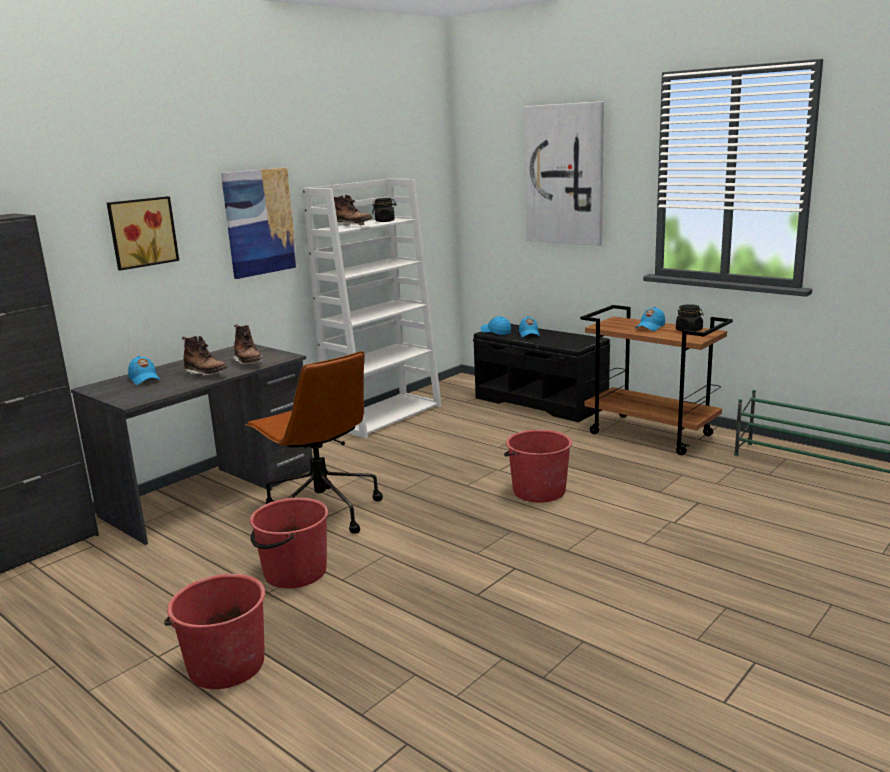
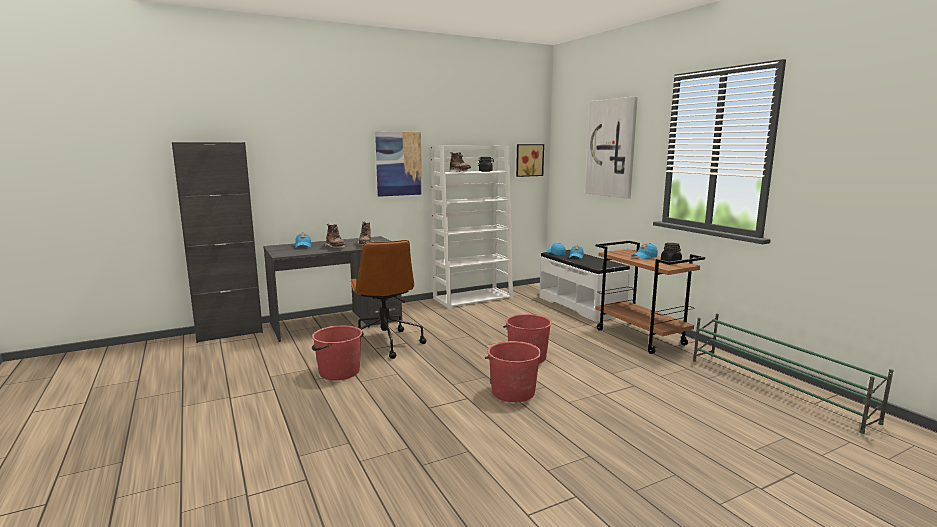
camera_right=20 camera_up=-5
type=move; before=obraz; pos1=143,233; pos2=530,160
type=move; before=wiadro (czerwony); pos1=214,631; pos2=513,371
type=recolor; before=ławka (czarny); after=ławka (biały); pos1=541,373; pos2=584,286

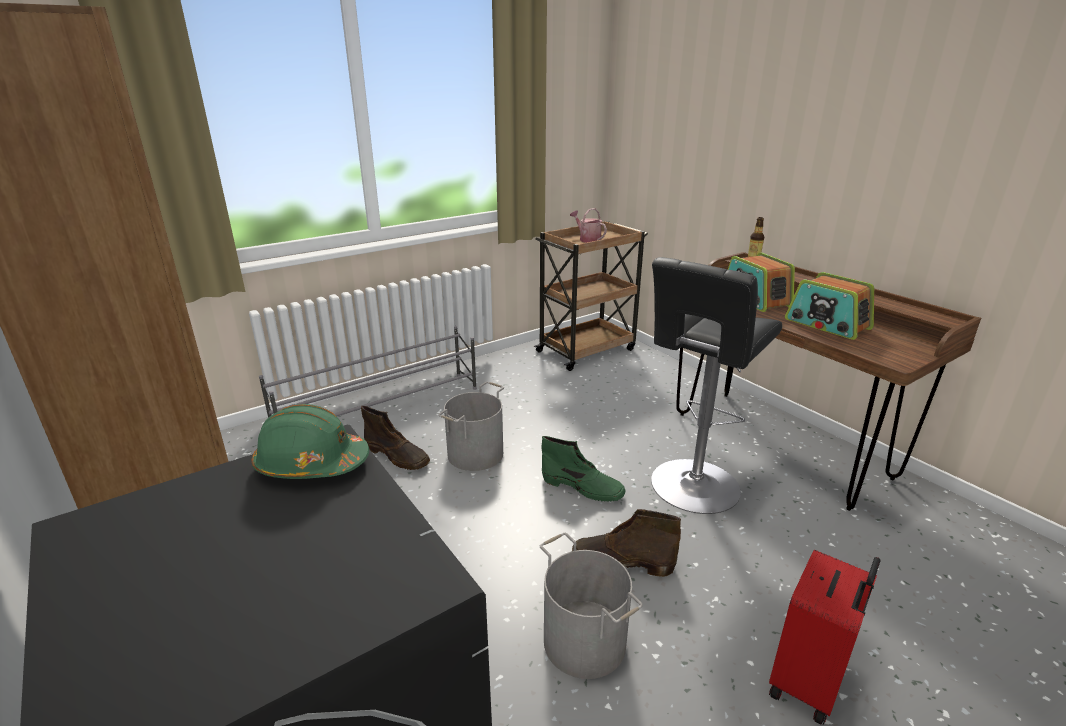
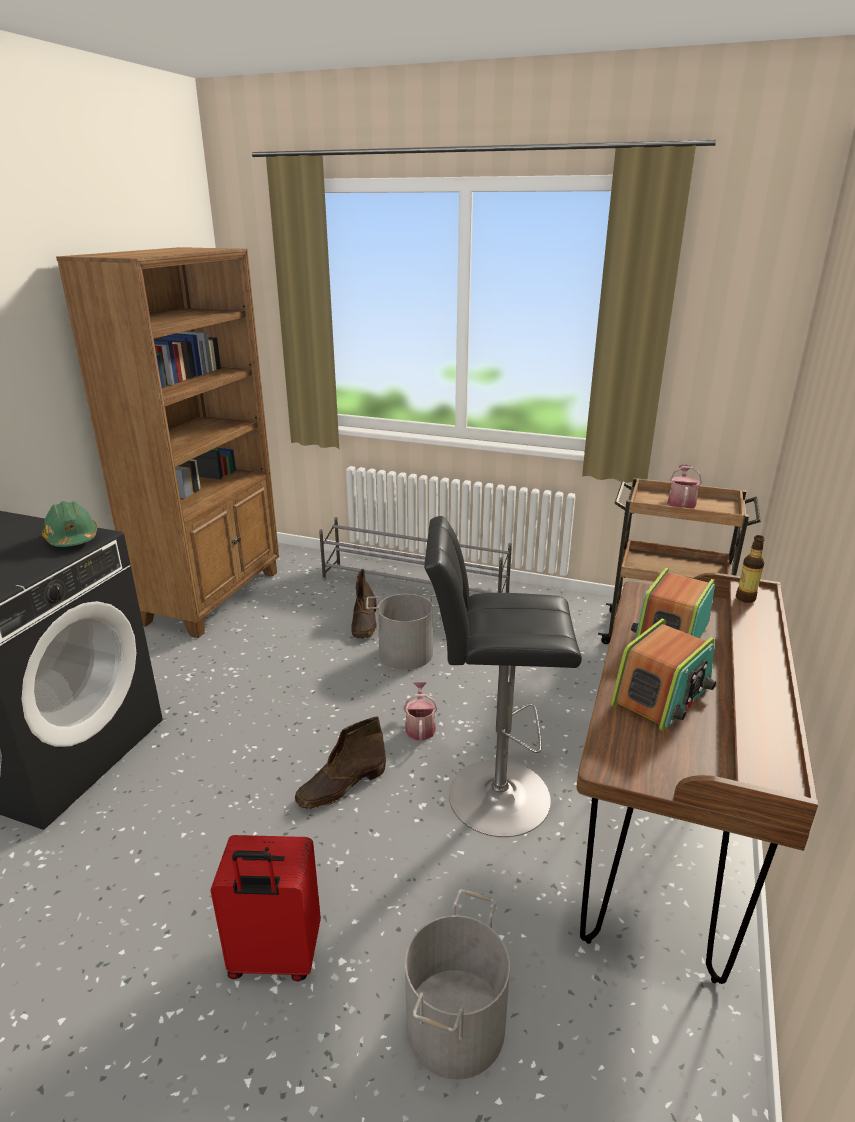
camera_right=55 camera_up=0
type=move; before=wiadro (szary); pos1=591,606; pos2=457,984
type=replace; before=but z cholewką (zielony); after=konewka; pos1=583,469; pos2=420,711
type=rotate; before=but z cholewką (brązowy); pos1=626,543; pos2=340,762; turn=-105
type=rotate; before=radio; pos1=829,306; pos2=663,675; turn=-150

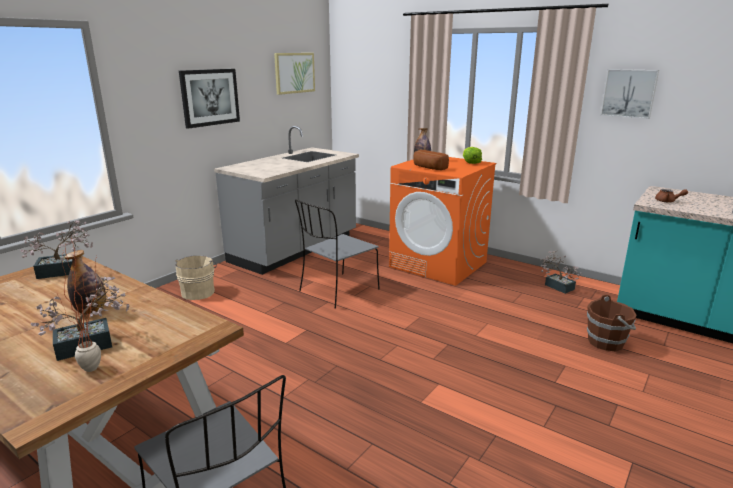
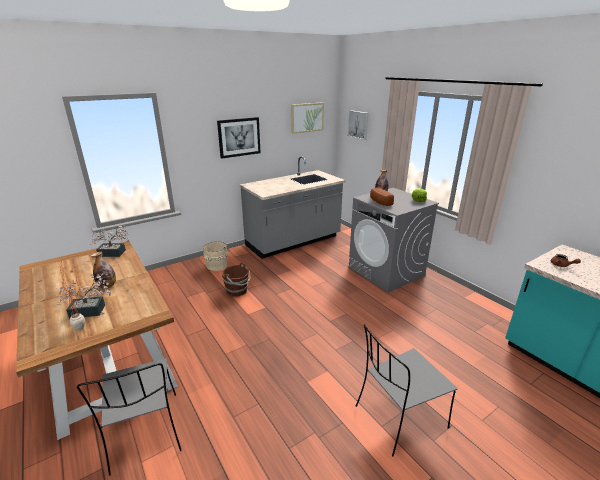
camera_right=20 camera_up=5
type=move; before=krzesło (szary); pos1=337,254; pos2=407,390
type=recolor; before=pralka (pomarańczowy); after=pralka (szary); pos1=442,221; pos2=394,240
type=delete; before=roślina doniczkowa; pos1=561,272
type=move; before=wiadro (brązowy); pos1=612,322; pos2=236,280
type=move; before=obraz; pos1=629,94; pos2=358,125

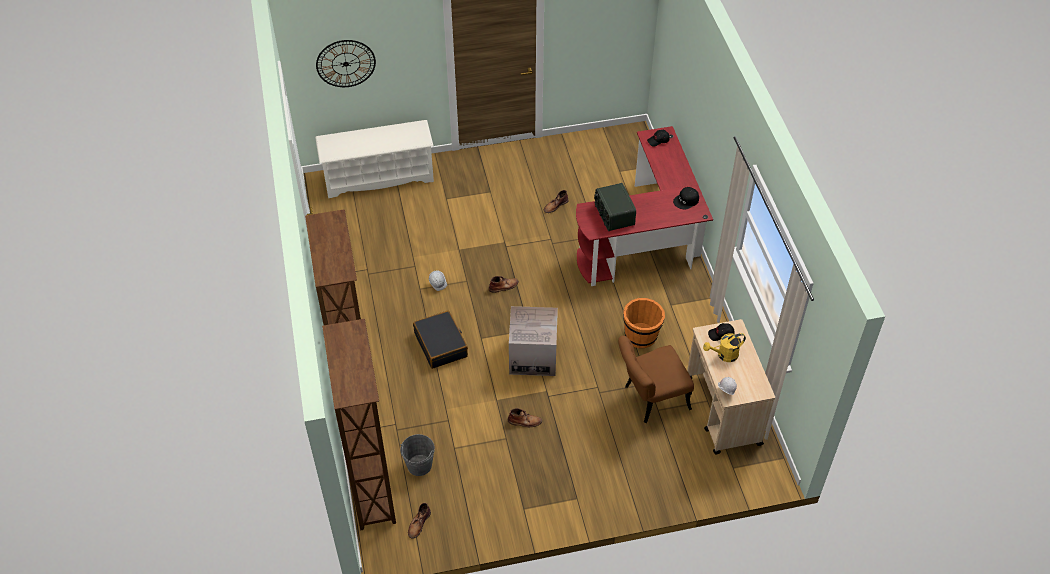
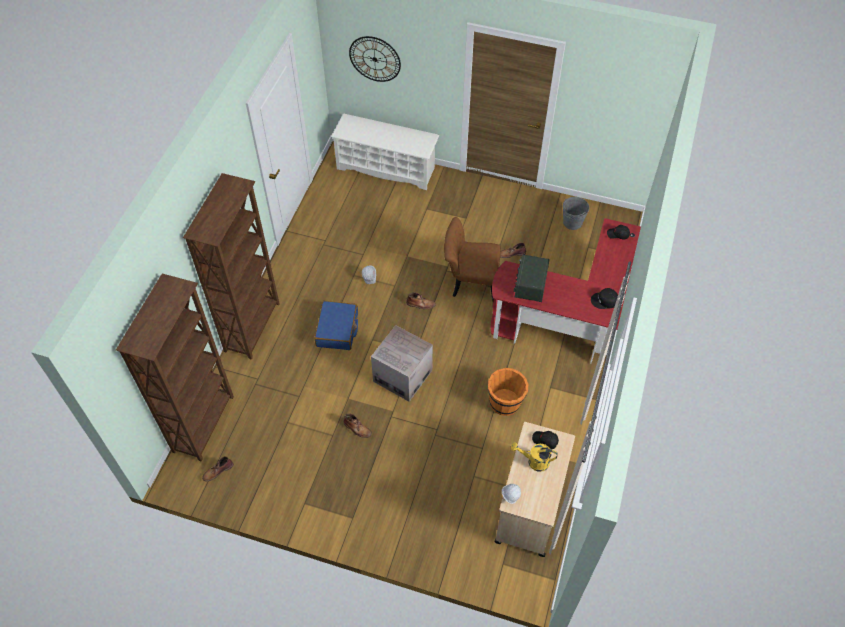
camera_right=30 camera_up=5
type=move; before=wiadro (szary); pos1=417,455; pos2=576,213
type=recolor; before=walizka (czarny); after=walizka (niebieski); pos1=440,340; pos2=336,325
type=move; before=krzesło (brązowy); pos1=656,379; pos2=472,259

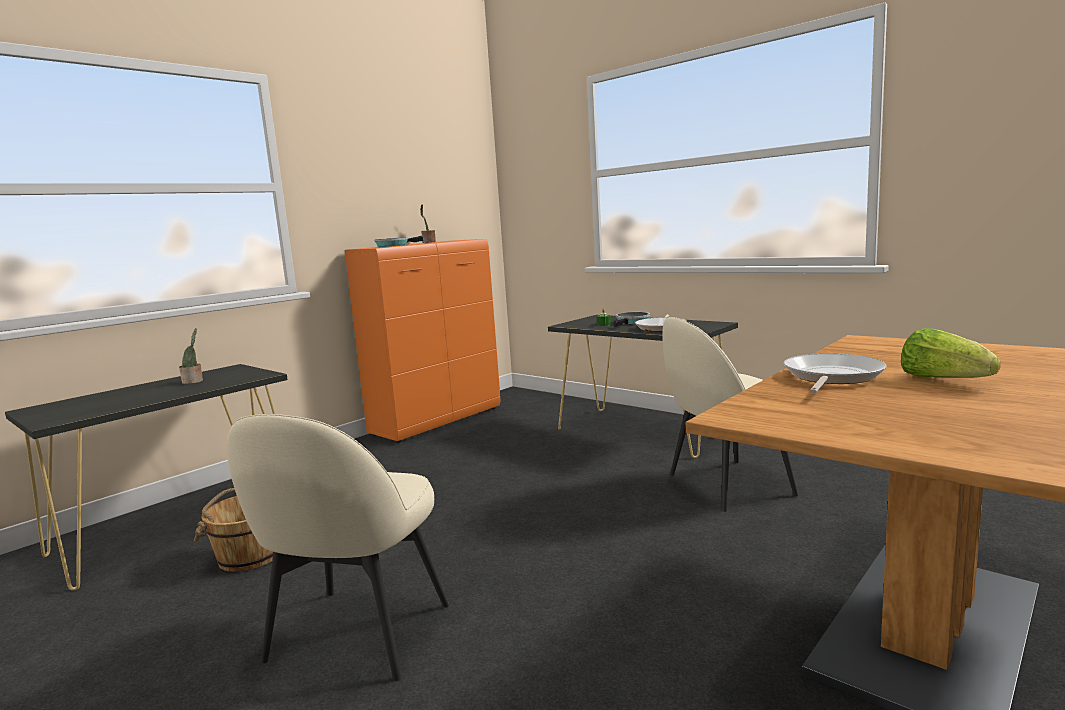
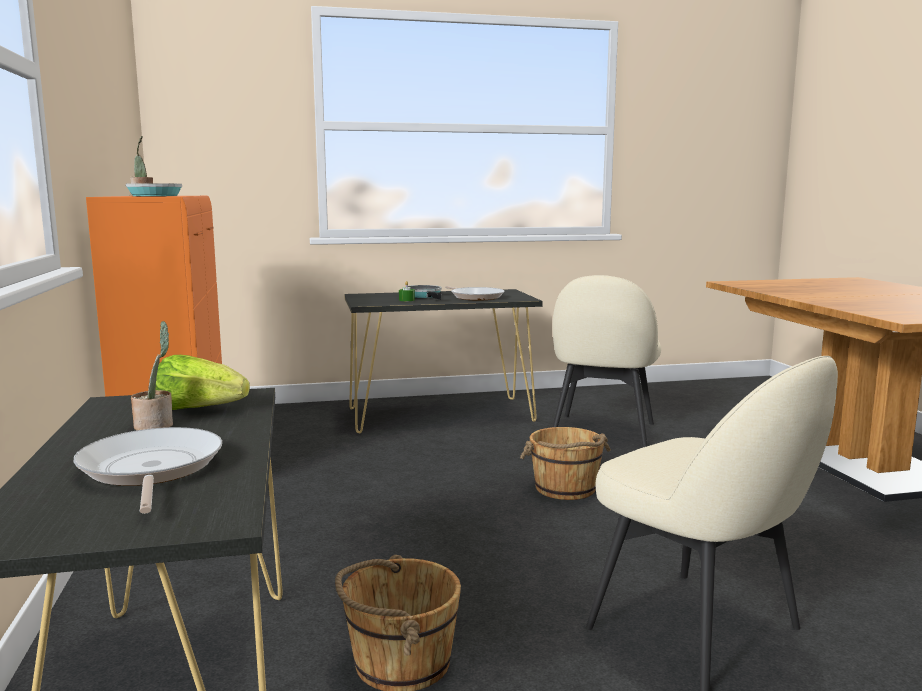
camera_right=-55 camera_up=0
type=move; before=patelnia; pos1=835,373; pos2=148,470
type=move; before=sałata; pos1=951,353; pos2=203,382
type=insert; after=wiadro (brązowy); pos2=565,463

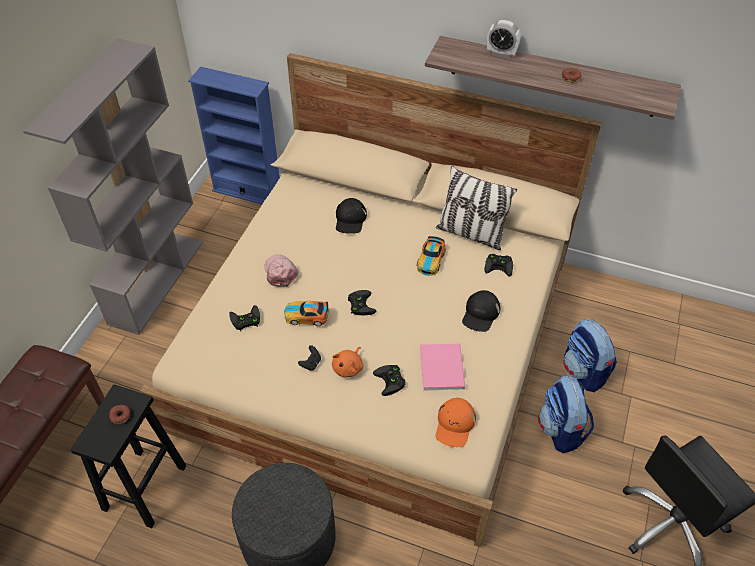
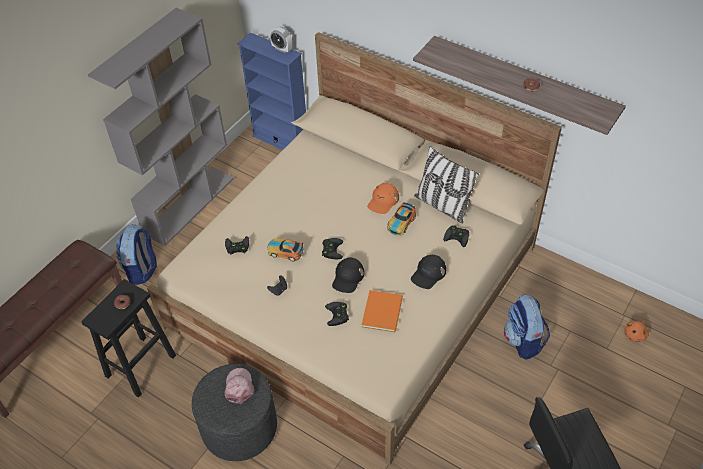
camera_right=15 camera_up=0
type=move; before=czapka z daszkiem (różowy); pos1=281,270; pos2=239,386
type=move; before=pluszak (pomarańczowy); pos1=347,362; pos2=636,331
type=move; before=czapka z daszkiem (czarny); pos1=351,216; pos2=348,275
type=recolor; before=książka (różowy); after=książka (pomarańczowy); pos1=442,367; pos2=382,311
type=move; before=czapka z daszkiem (pomarańczowy); pos1=456,422; pos2=383,198
type=move; before=budzik; pos1=504,38; pos2=281,40
type=move; before=plecak; pos1=566,414; pos2=136,254

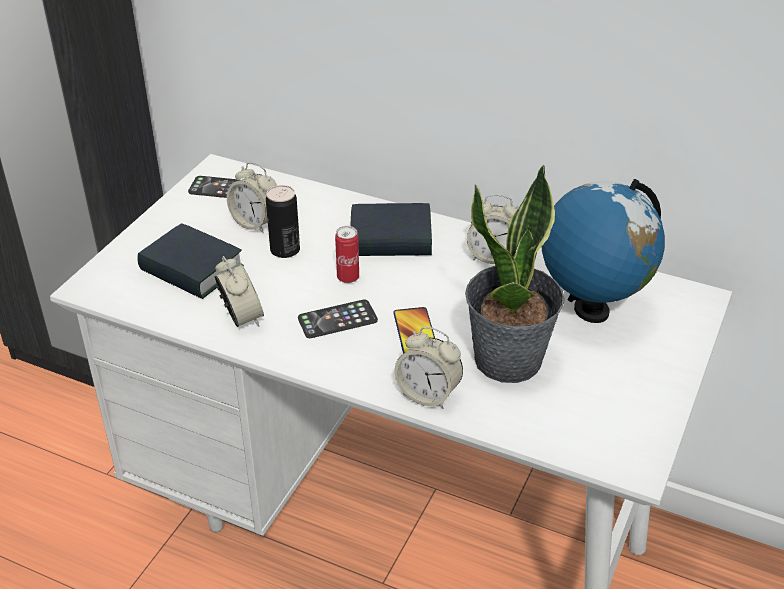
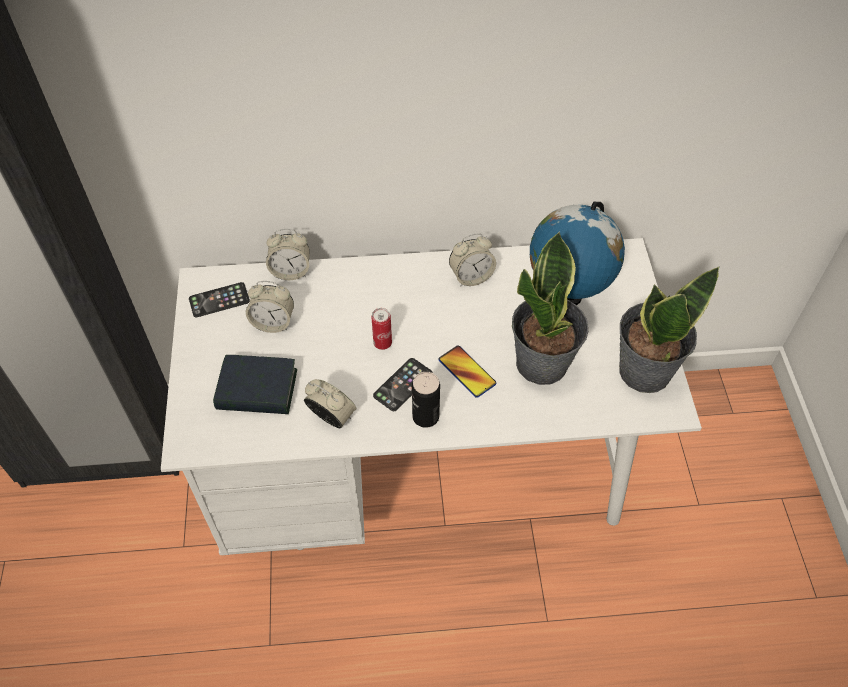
camera_right=-30 camera_up=15
type=move; before=puszka; pos1=283,221; pos2=426,400
type=delete; before=książka; pos1=391,229
type=move; before=budzik; pos1=429,368; pos2=288,254
type=insert; after=roślina doniczkowa; pos2=669,329

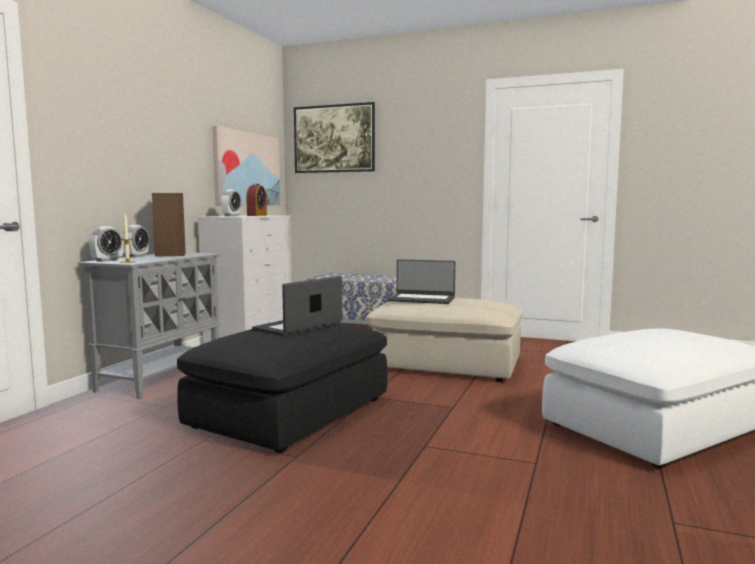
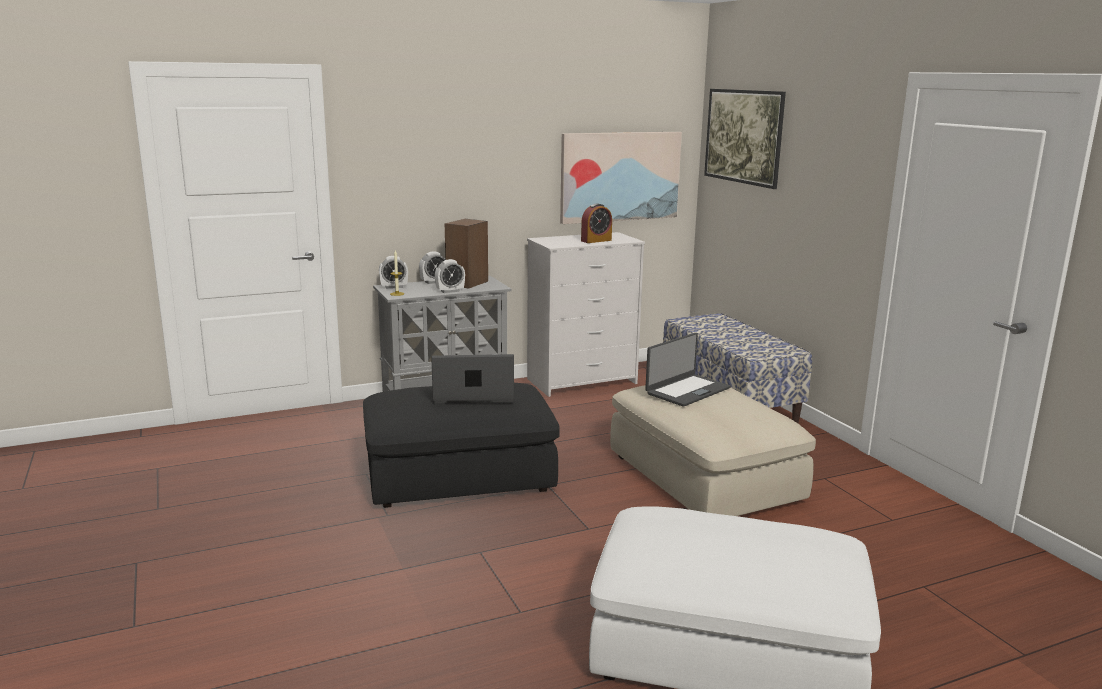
camera_right=45 camera_up=10
type=move; before=budzik; pos1=231,202; pos2=450,276
type=rotate; before=laptop; pos1=421,281; pos2=688,370; turn=-105

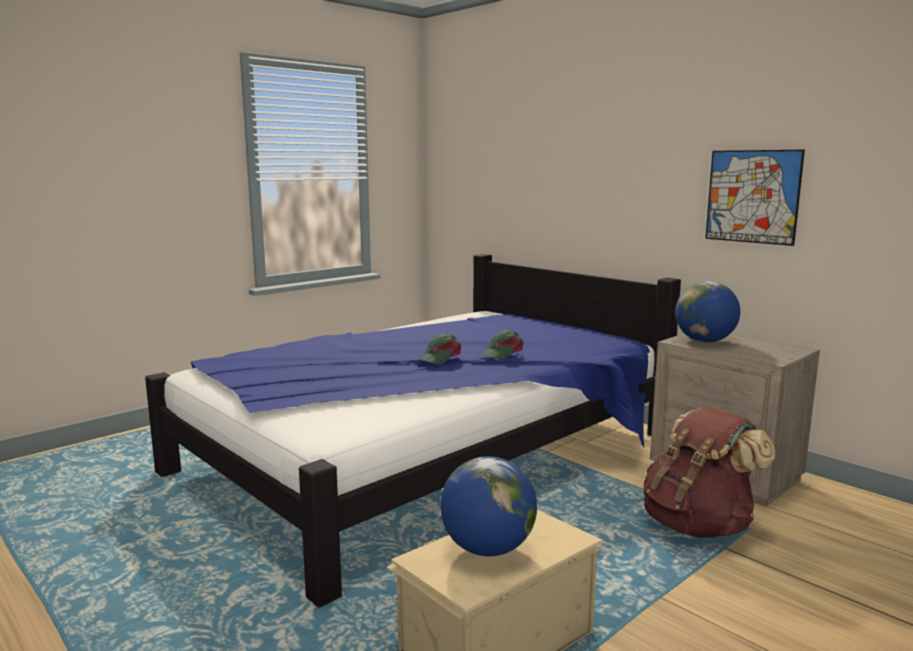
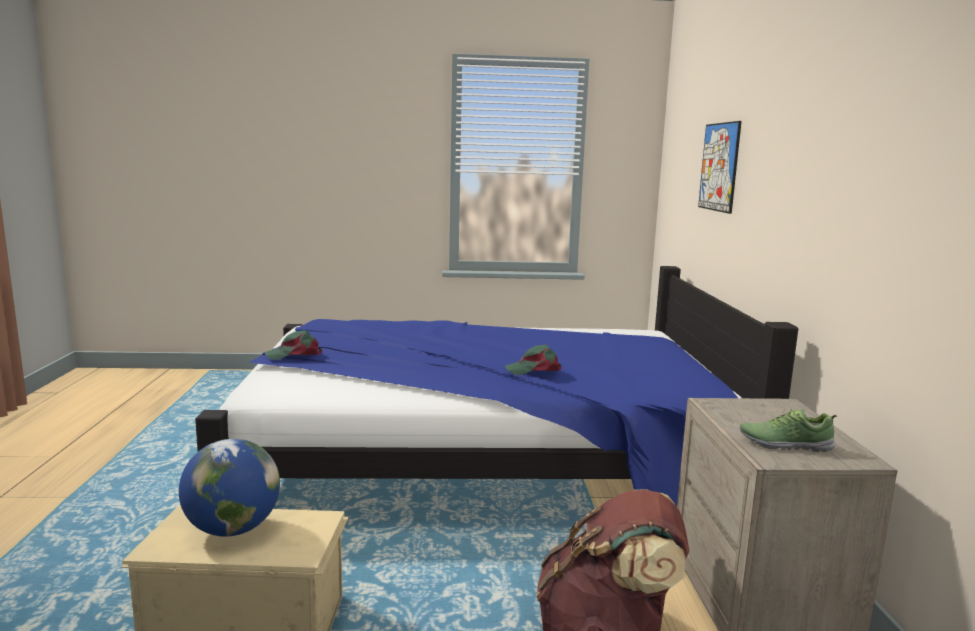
camera_right=40 camera_up=0
type=move; before=czapka z daszkiem (zielony); pos1=439,348; pos2=293,345
type=delete; before=globus; pos1=707,311
type=move; before=obraz; pos1=755,198; pos2=720,167
type=insert; after=but; pos2=788,430

